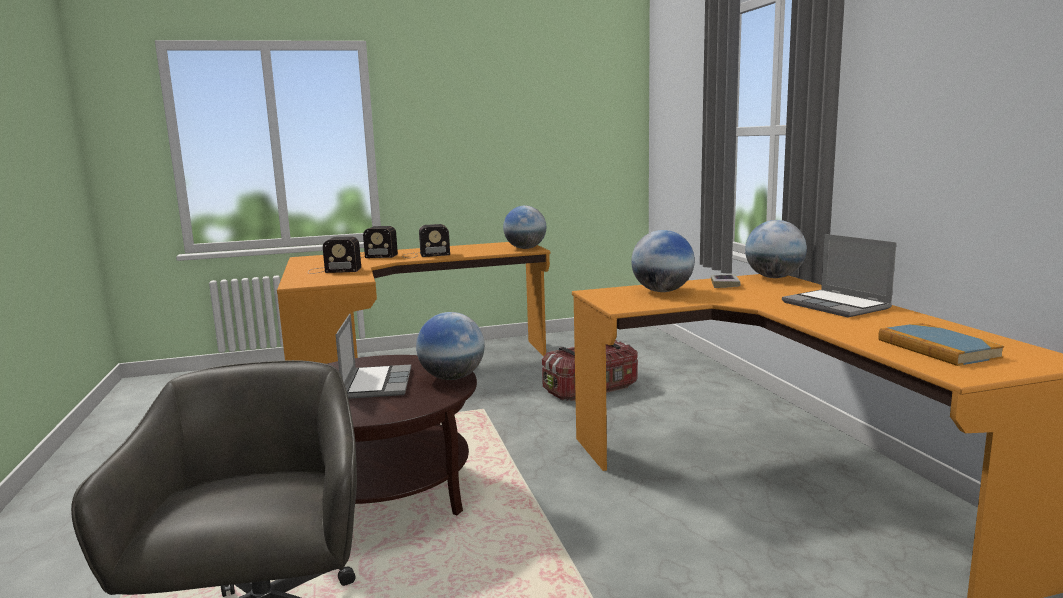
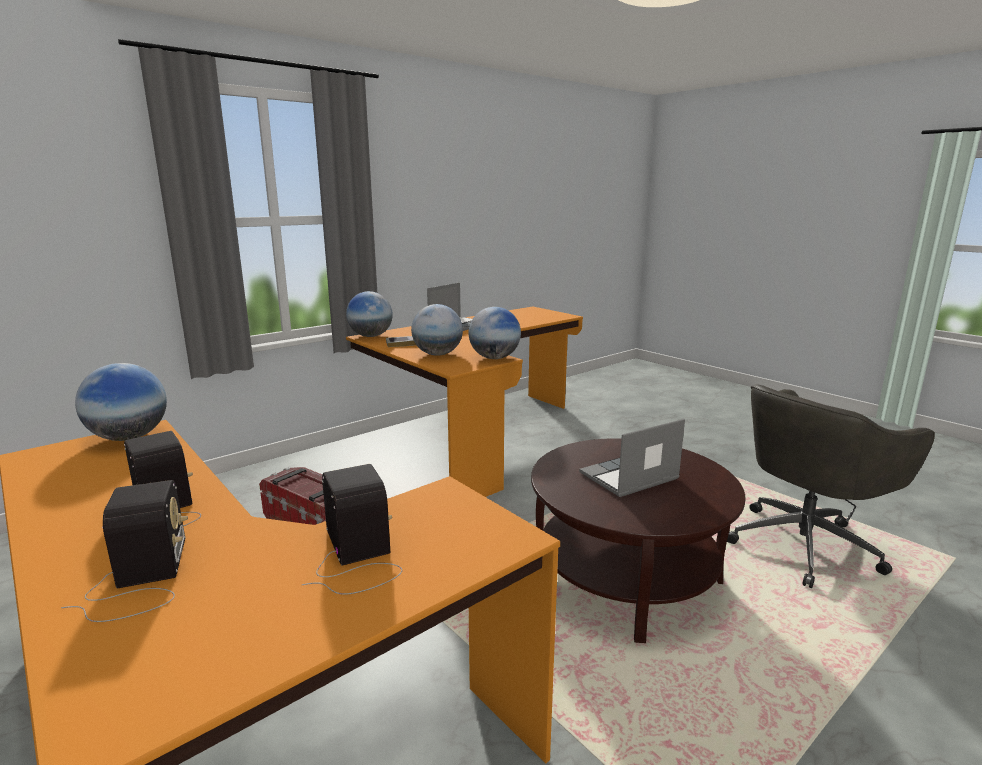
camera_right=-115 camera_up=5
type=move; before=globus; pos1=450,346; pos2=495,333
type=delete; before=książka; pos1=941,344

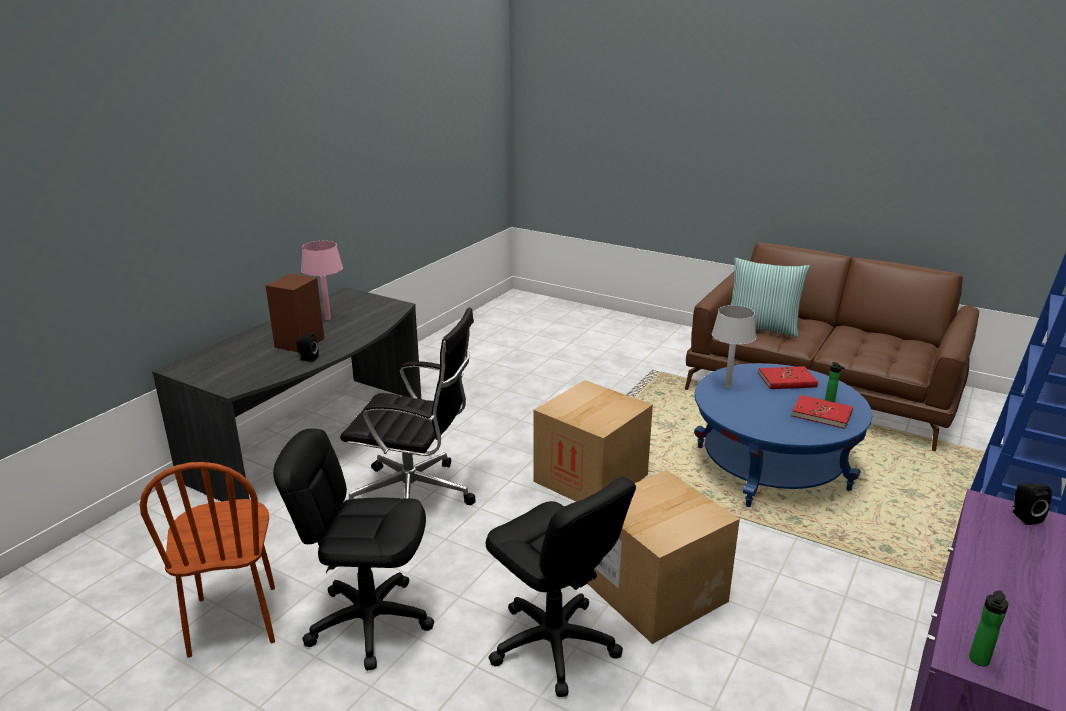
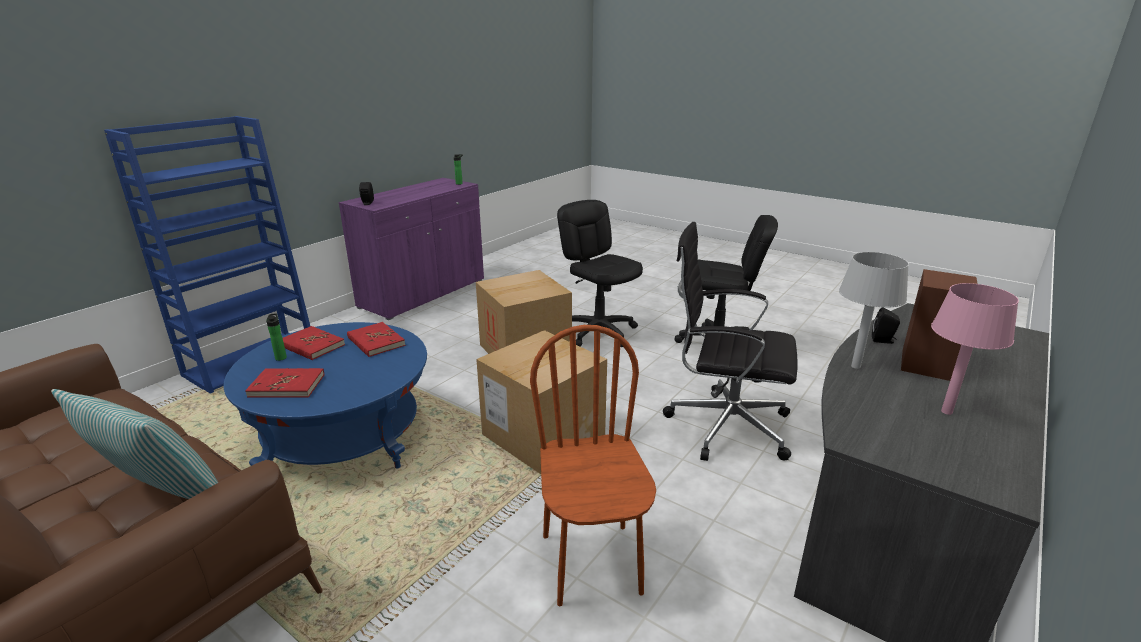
camera_right=-175 camera_up=0
type=move; before=krzesło (brązowy); pos1=207,560; pos2=593,465
type=move; before=lampa stołowa (szary); pos1=734,346; pos2=874,310
type=insert; after=książka (czerwony); pos2=376,339

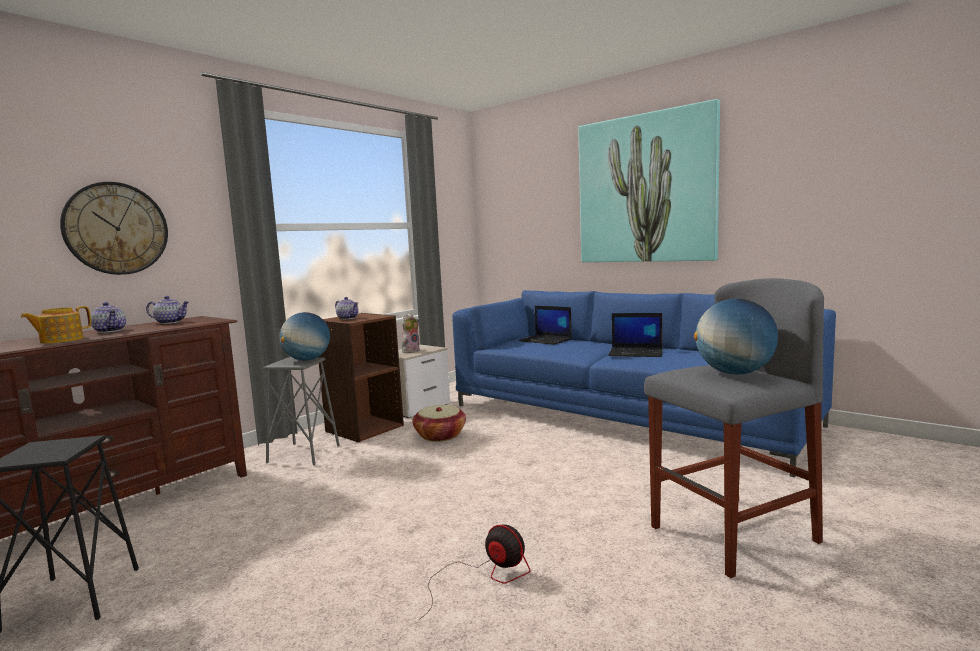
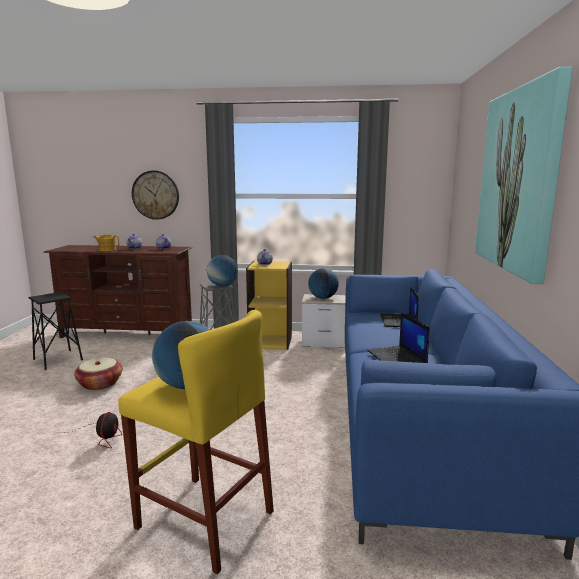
camera_right=55 camera_up=5
type=recolor; before=regał (brązowy); after=regał (żółty); pos1=361,377; pos2=269,305
type=replace; before=pluszak; after=globus; pos1=411,333; pos2=323,283
type=move; before=koszyk; pos1=439,423; pos2=98,374
type=recolor; before=stołek (szary); after=stołek (żółty); pos1=734,428; pos2=196,442

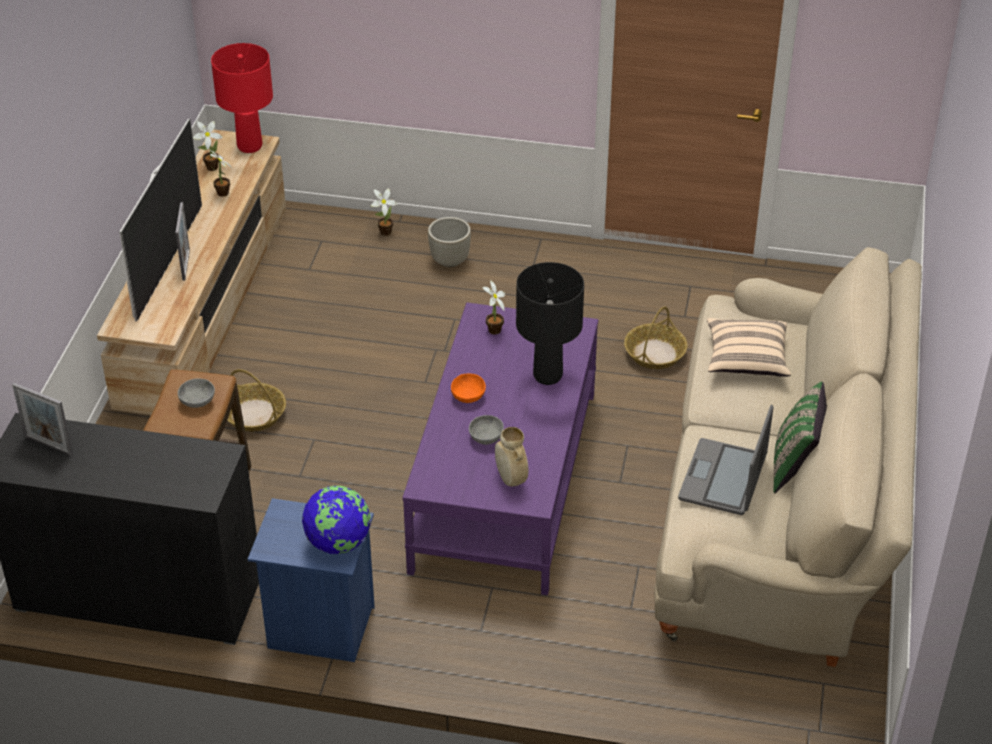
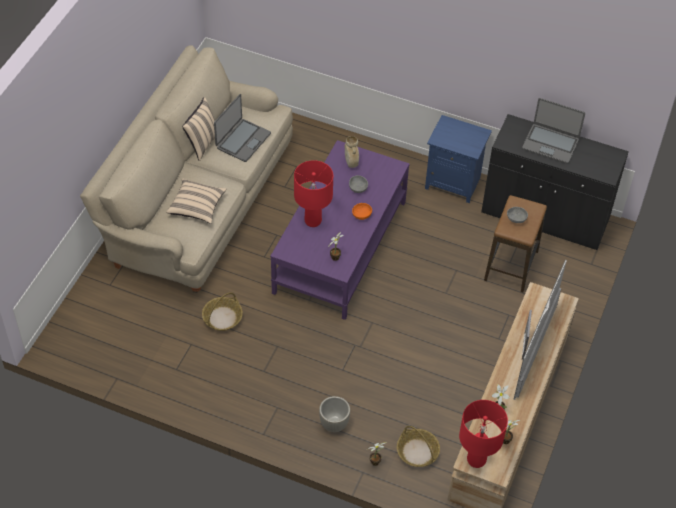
camera_right=-170 camera_up=10
type=delete; before=ramka na zdjęcie; pos1=42,419
type=move; before=koszyk; pos1=256,400; pos2=418,446
type=delete; before=globus; pos1=336,520
type=recolor; before=lampa stołowa (czarny); after=lampa stołowa (czerwony); pos1=550,323; pos2=313,193
type=recolor; before=poduszka (zielony); after=poduszka (beżowy); pos1=800,437; pos2=198,129
type=insert; after=laptop; pos2=553,131

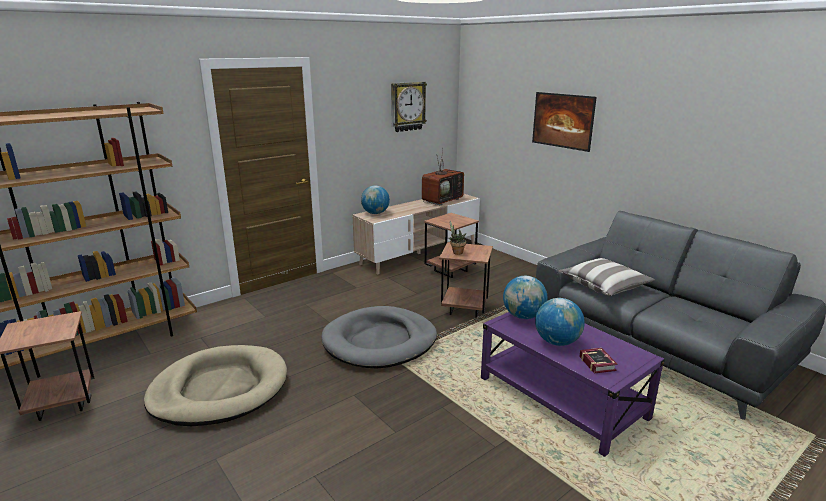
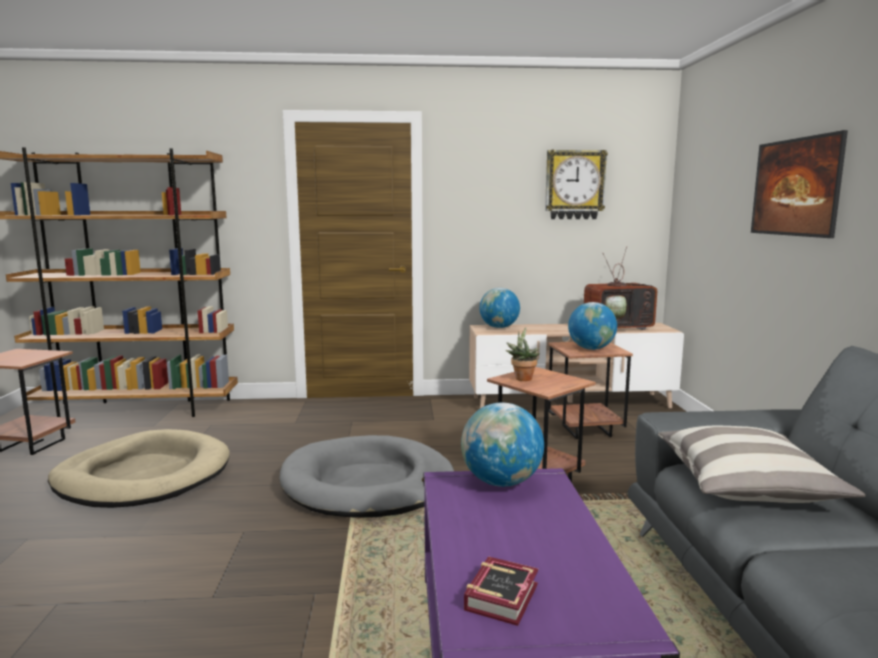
camera_right=35 camera_up=-10
type=move; before=globus; pos1=560,322; pos2=592,326

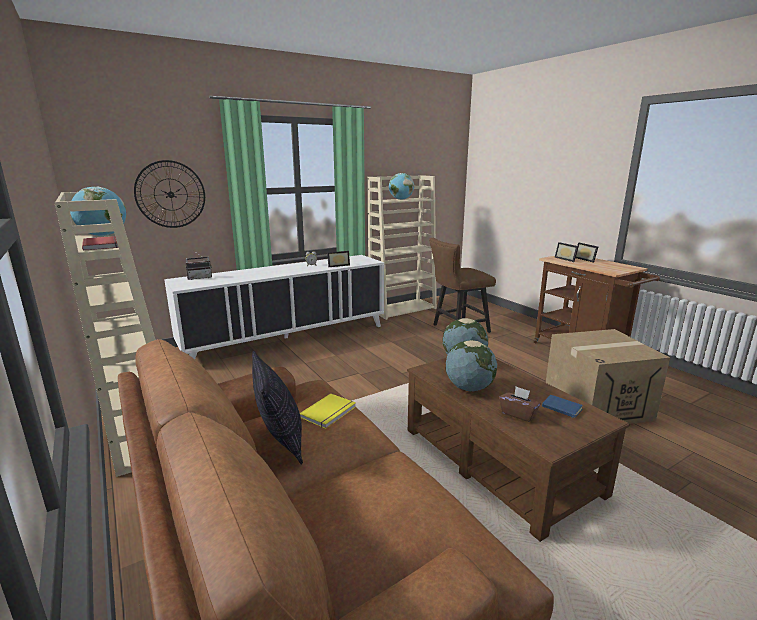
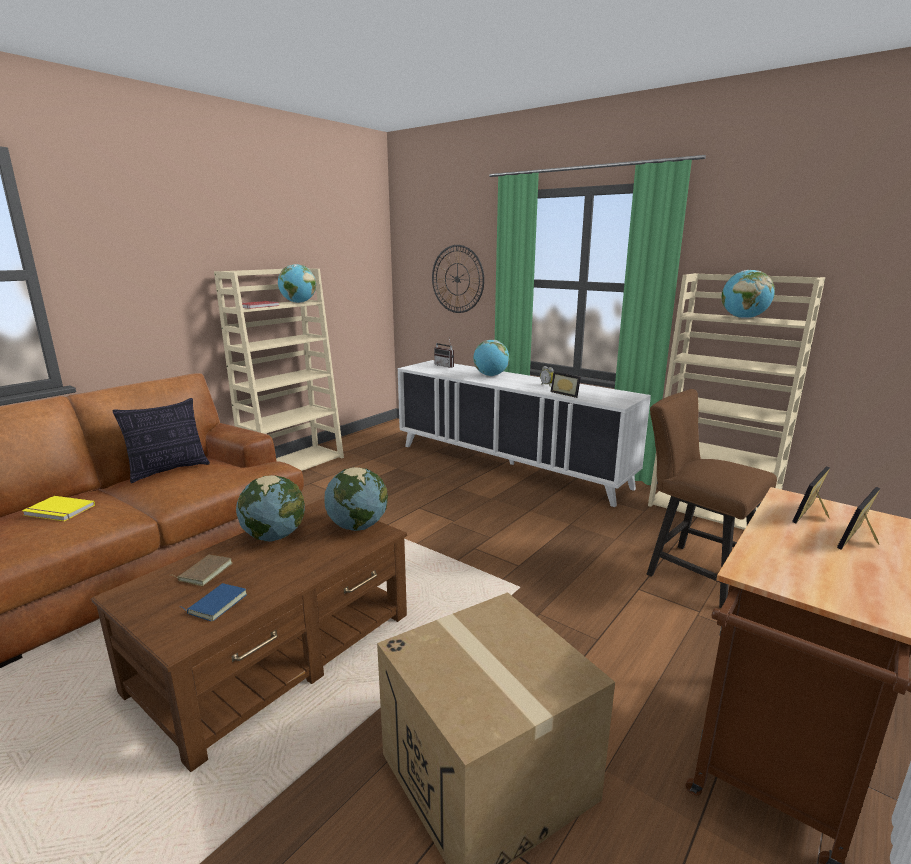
camera_right=70 camera_up=0
type=move; before=książka (żółty); pos1=328,411; pos2=58,508
type=replace; before=pudełko chusteczek (brązowy); after=książka (brązowy); pos1=520,404; pos2=202,570
type=insert; after=globus; pos2=491,358

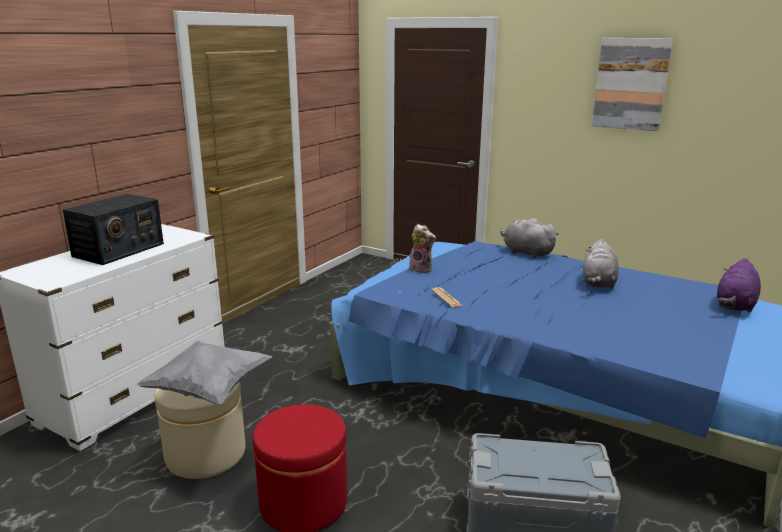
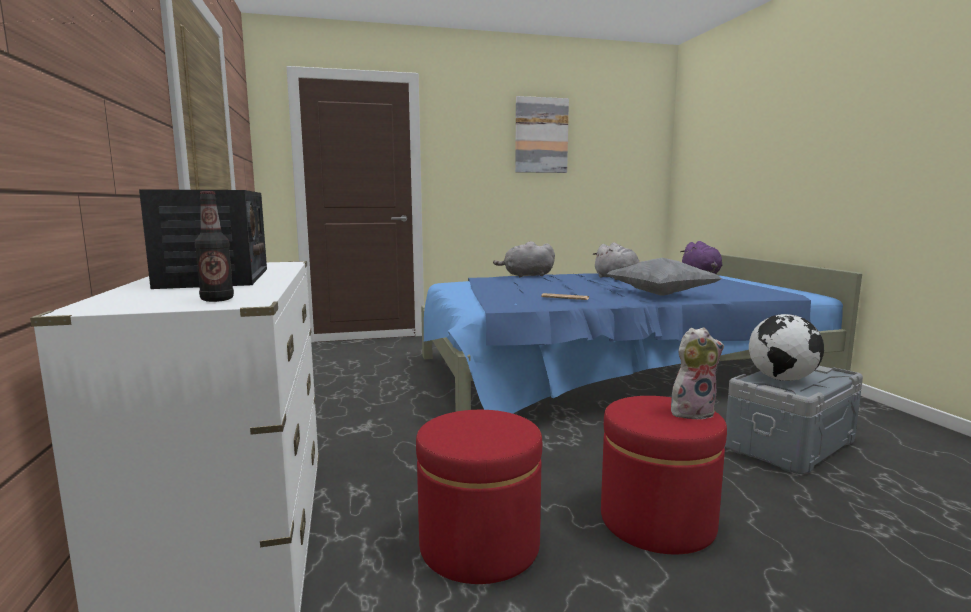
camera_right=-45 camera_up=-10
type=move; before=poduszka (szary); pos1=204,373; pos2=664,277
type=recolor; before=pufa (beżowy); after=pufa (czerwony); pos1=200,430; pos2=479,497
type=move; before=pluszak; pos1=422,248; pos2=697,373
type=insert; after=butelka; pos2=214,246
type=insert; after=globus; pos2=786,347

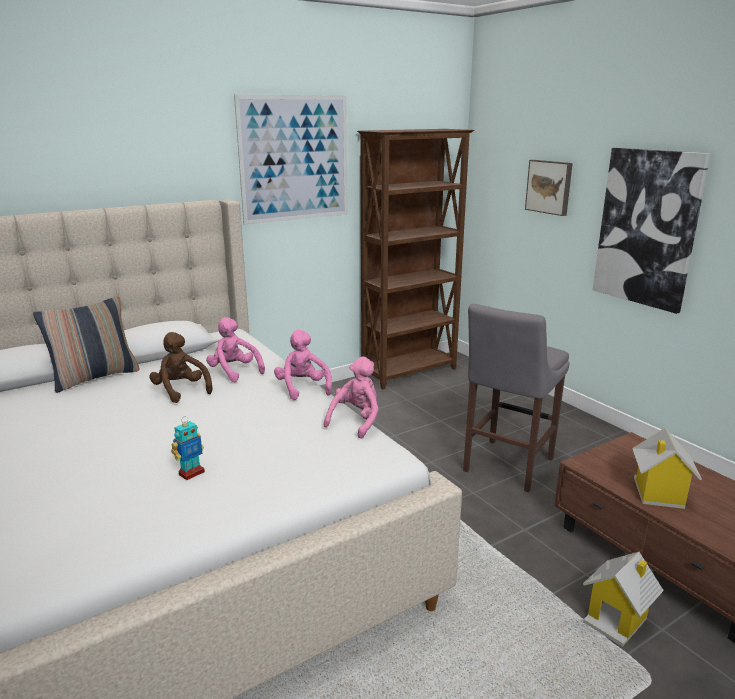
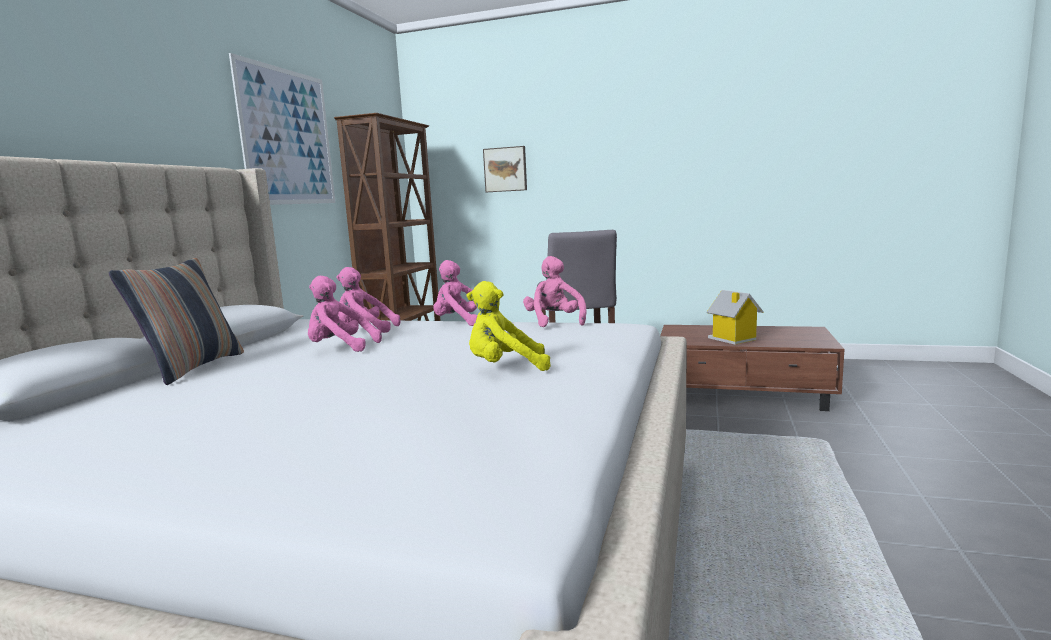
camera_right=-40 camera_up=-10
type=recolor; before=pluszak (brązowy); after=pluszak (różowy); pos1=180,367; pos2=345,314
type=replace; before=robot zabawkowy; after=pluszak (żółty); pos1=188,448; pos2=509,326
type=delete; before=domek; pos1=623,599
type=delete; before=obraz; pos1=651,231

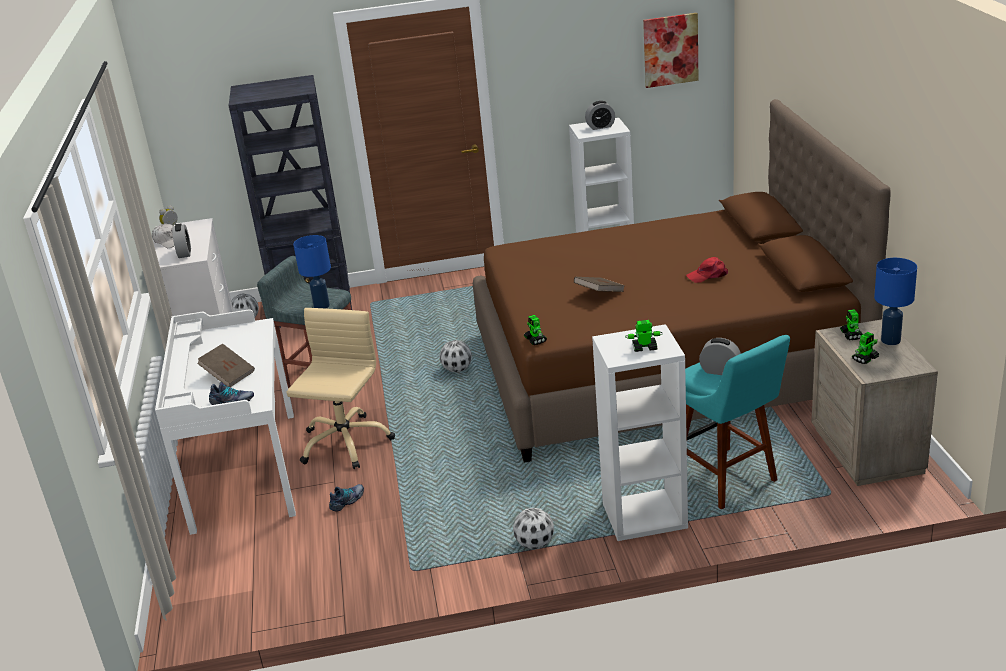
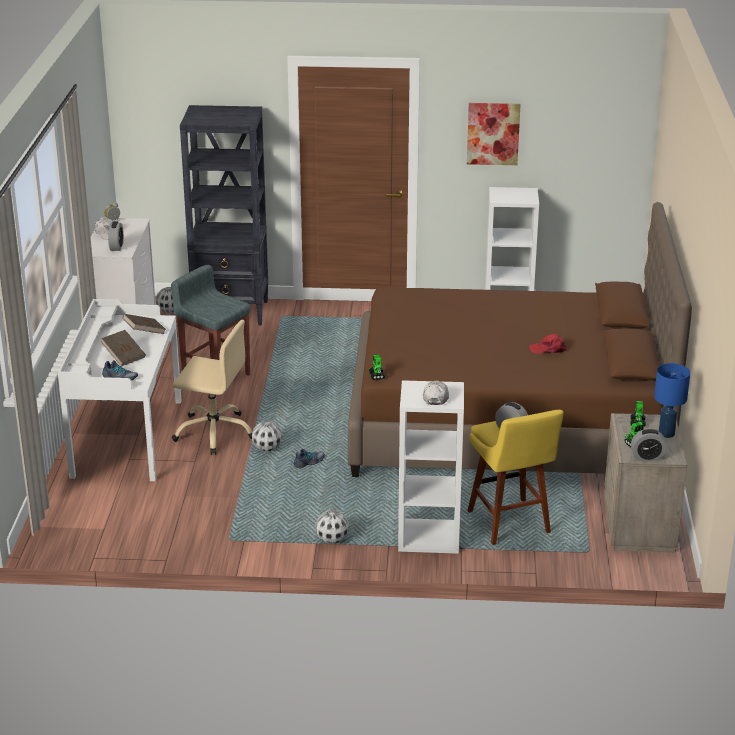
camera_right=10 camera_up=0
type=rotate; before=krzesło biurowe (beżowy); pos1=340,388; pos2=212,387; turn=75
type=delete; before=lampa stołowa (niebieski); pos1=312,271
type=move; before=but; pos1=346,498; pos2=309,458
type=move; before=piłka futbolowa; pos1=456,356; pos2=267,436
type=move; before=książka (brązowy); pos1=599,284; pos2=144,324
type=move; before=budzik; pos1=600,115; pos2=649,445
type=replace; before=robot zabawkowy; after=czapka z daszkiem (biały); pos1=644,336; pos2=436,393
type=move; before=obraz; pos1=670,50; pos2=493,134
type=recolor; before=stołek (turkusowy); after=stołek (żółty); pos1=737,422; pos2=515,477

